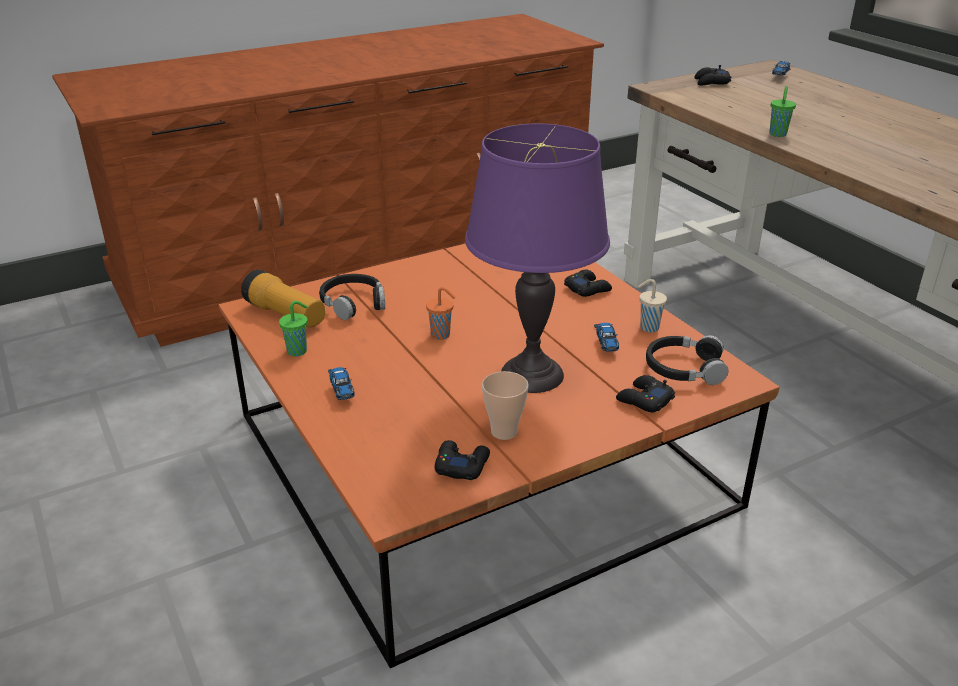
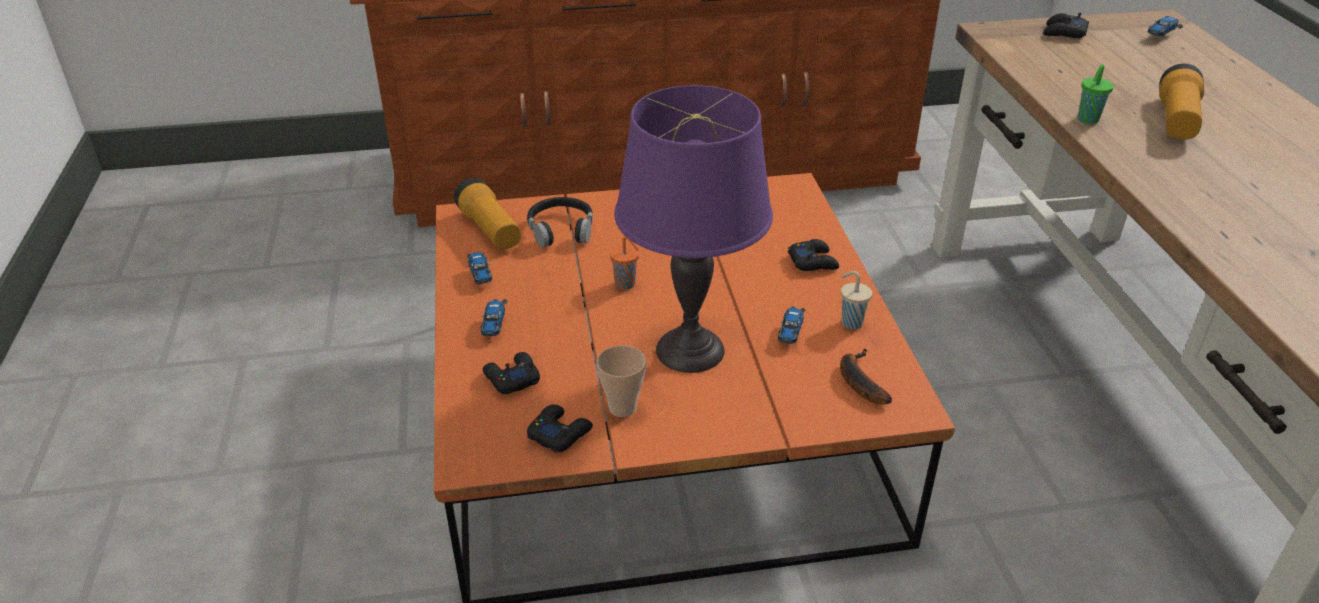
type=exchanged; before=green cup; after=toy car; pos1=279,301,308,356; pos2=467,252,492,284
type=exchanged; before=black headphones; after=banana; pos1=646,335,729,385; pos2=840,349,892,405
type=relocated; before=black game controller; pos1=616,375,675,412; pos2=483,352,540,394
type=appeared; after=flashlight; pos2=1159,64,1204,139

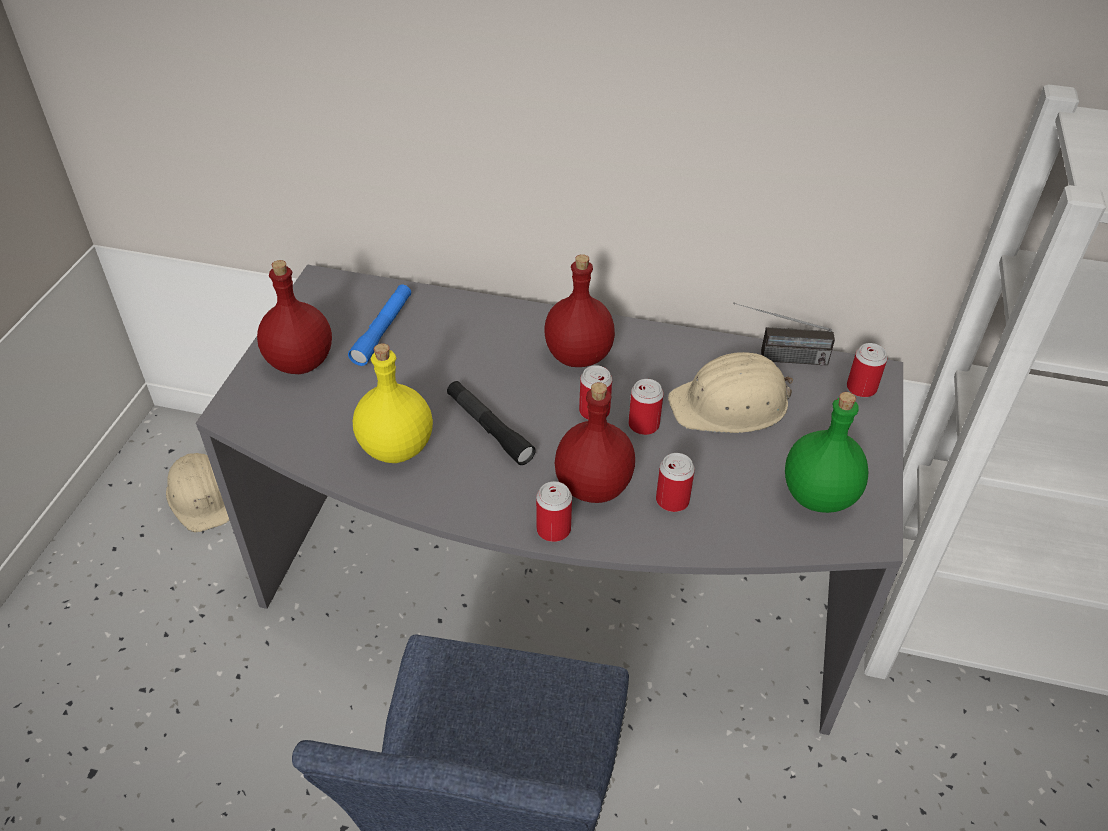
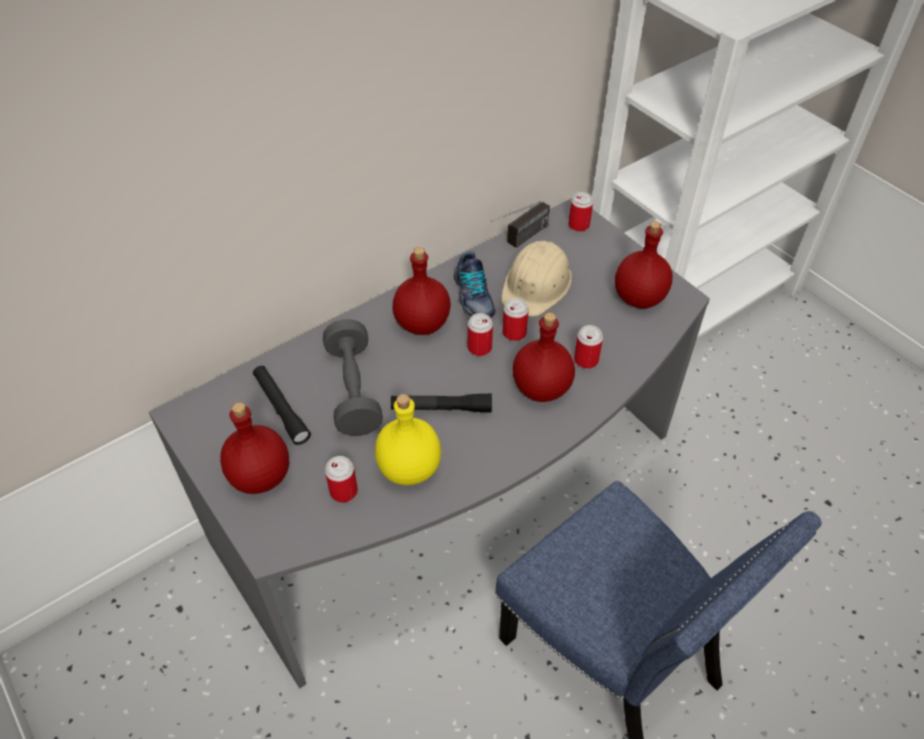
type=colour; before=blue flashlight; after=black flashlight; pos1=348,284,411,366; pos2=253,366,311,445
type=colour; before=green bottle; after=red bottle; pos1=785,392,868,513; pos2=615,221,673,309
type=missing; before=beige hard hat; pos1=166,453,230,532
type=relocated; before=can; pos1=536,481,572,542; pos2=325,456,358,502
type=appeared; after=shoe; pos2=454,251,496,318
type=appeared; after=grey dumbbell; pos2=323,319,383,436

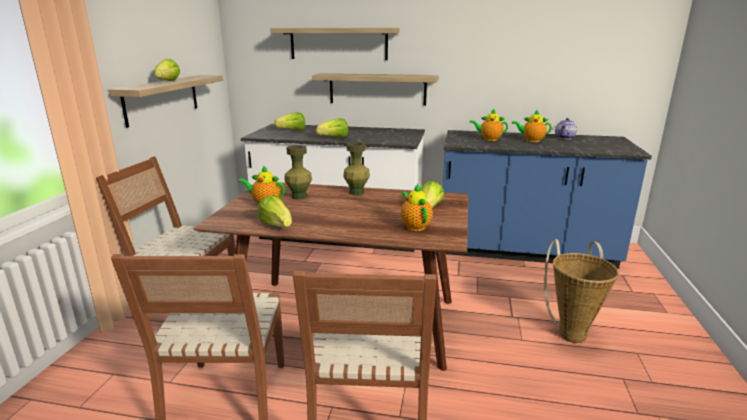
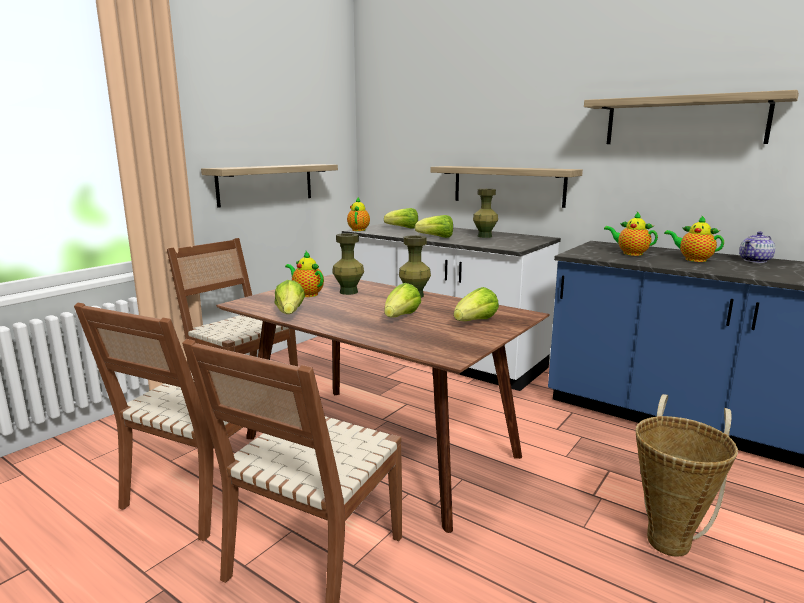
type=relocated; before=shelf; pos1=270,28,399,60; pos2=584,90,799,144
type=relocated; before=lettuce; pos1=155,59,180,81; pos2=384,283,421,317
type=relocated; before=teapot; pos1=400,184,433,231; pos2=347,197,370,231
type=appeared; after=green vase; pos2=473,189,498,238

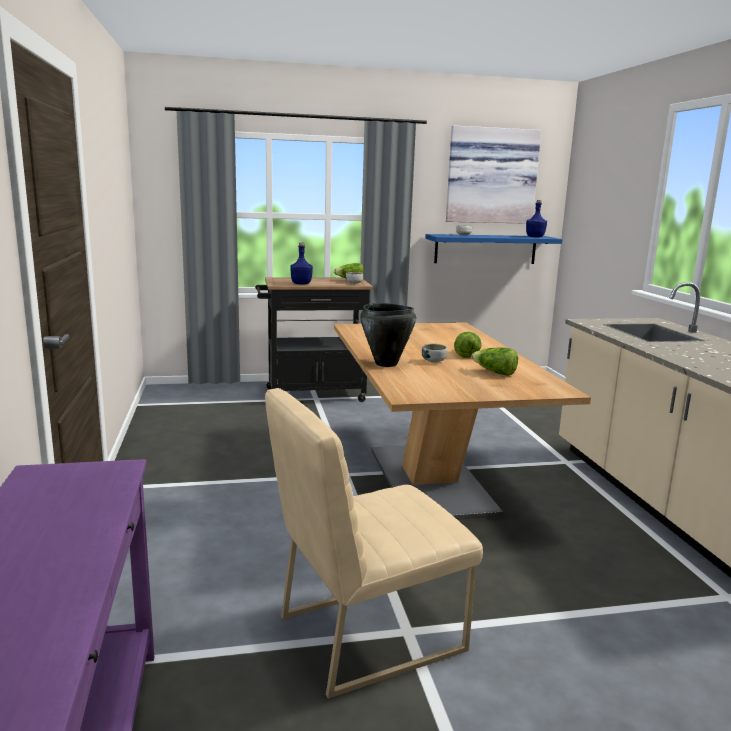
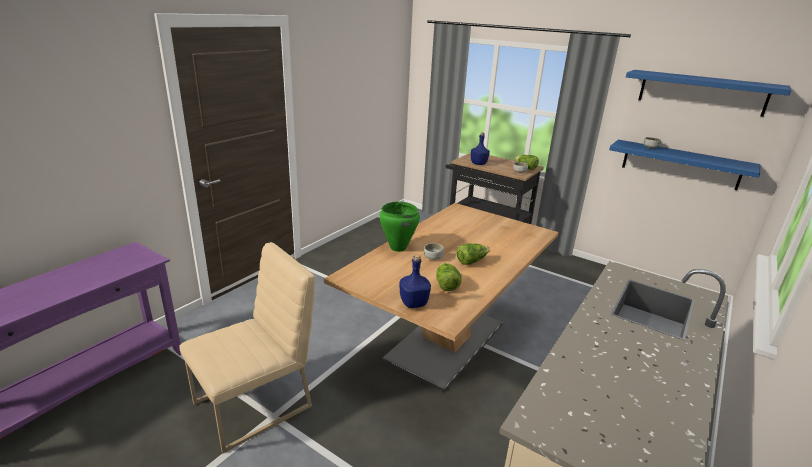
type=exchanged; before=picture; after=blue shelf; pos1=446,125,541,224; pos2=626,70,791,117
type=relocated; before=blue bottle; pos1=526,200,547,237; pos2=399,255,431,308
type=colour; before=black cooking pot; after=green cooking pot; pos1=360,303,416,367; pos2=379,201,420,252
type=spun; before=beige chair; pos1=265,388,483,699; pos2=179,242,315,453; turn=120

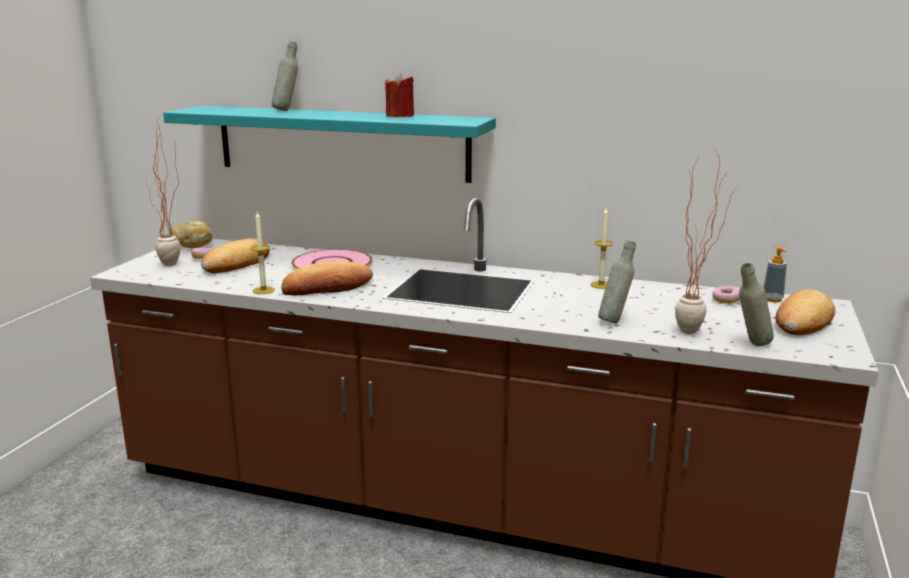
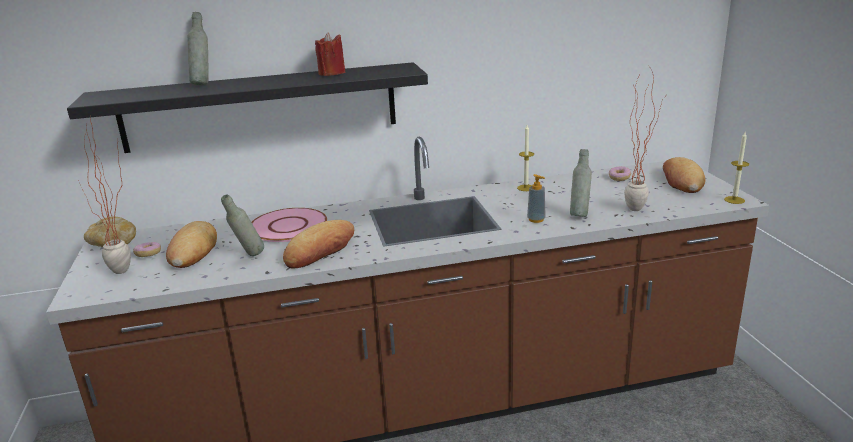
type=colour; before=turquoise shelf; after=black shelf; pos1=163,106,496,183; pos2=67,62,428,153
type=relocated; before=candle; pos1=251,212,275,294; pos2=724,132,749,204
type=relocated; before=soap dispenser; pos1=764,246,787,302; pos2=527,174,546,223
type=relocated; before=grey bottle; pos1=739,263,774,346; pos2=221,194,264,256

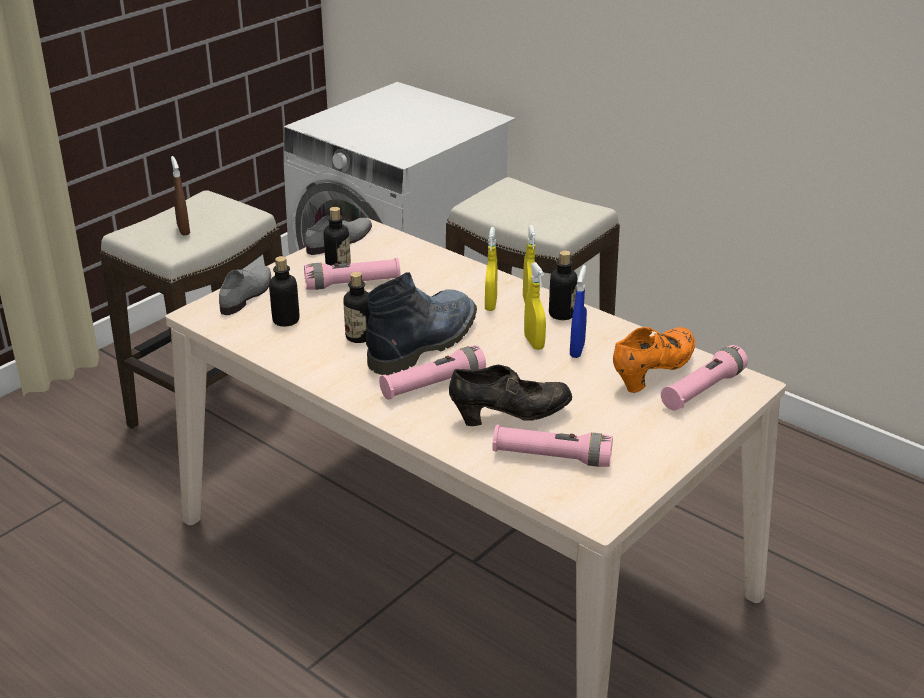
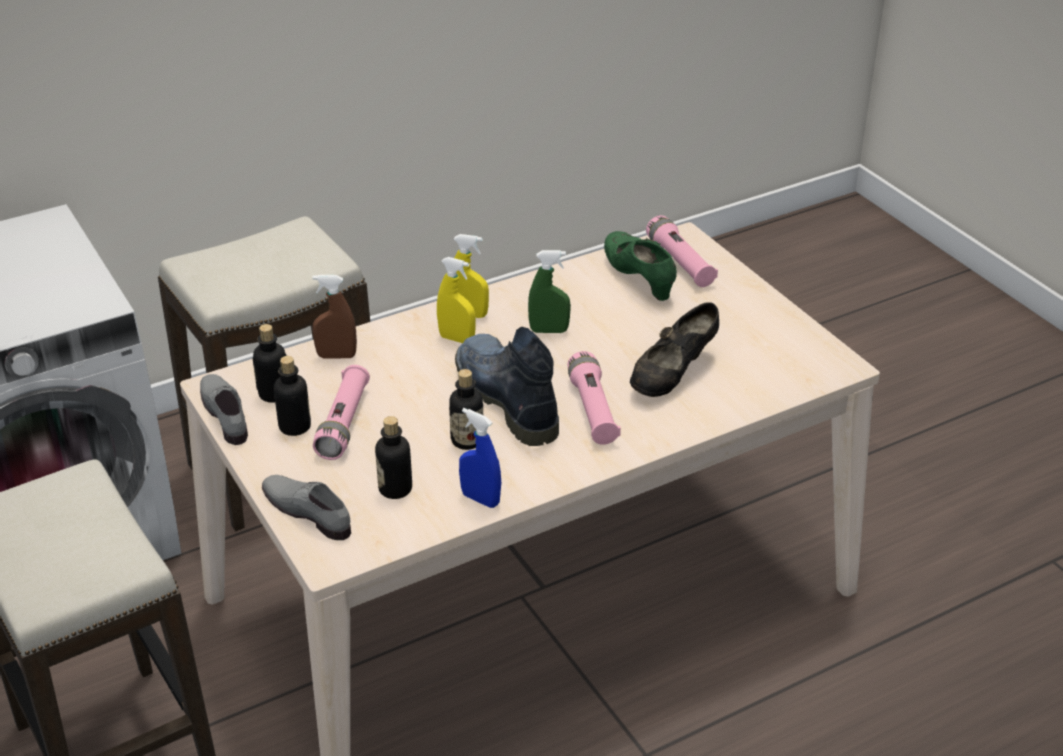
type=relocated; before=brown spray bottle; pos1=171,156,190,235; pos2=312,275,357,358
type=relocated; before=bottle; pos1=549,250,577,320; pos2=253,324,287,403
type=colour; before=yellow spray bottle; after=green spray bottle; pos1=524,262,546,350; pos2=528,250,571,333
type=relocated; before=blue spray bottle; pos1=570,265,587,358; pos2=459,408,501,508
type=colour; before=orange shoe; after=green shoe; pos1=613,327,695,393; pos2=604,231,677,301
type=spun; before=black shoe; pos1=449,365,572,426; pos2=630,302,719,397; turn=-150
type=missing; before=pink flashlight; pos1=492,424,613,467

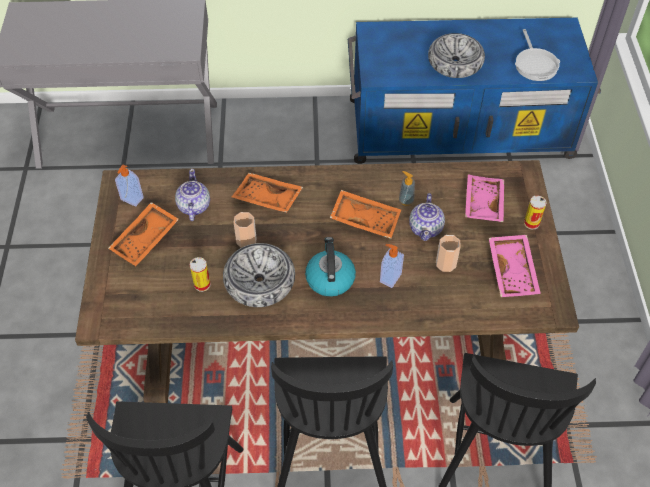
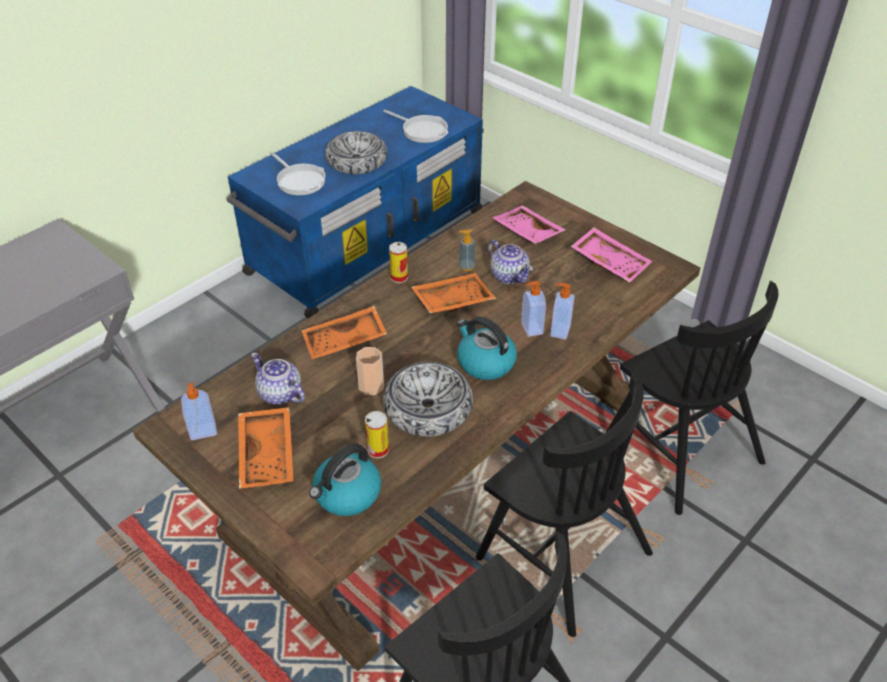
type=relocated; before=can; pos1=524,196,547,229; pos2=389,242,408,283
type=missing; before=cup; pos1=436,235,461,272
type=appeared; after=frying pan; pos2=270,152,325,195
type=appeared; after=soap dispenser; pos2=550,283,575,340
type=appeared; after=kettle; pos2=309,443,381,516

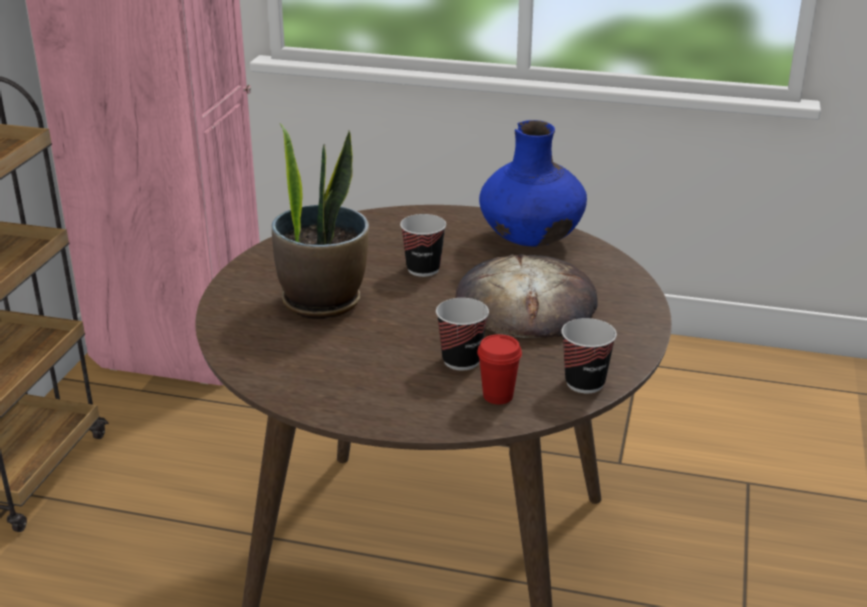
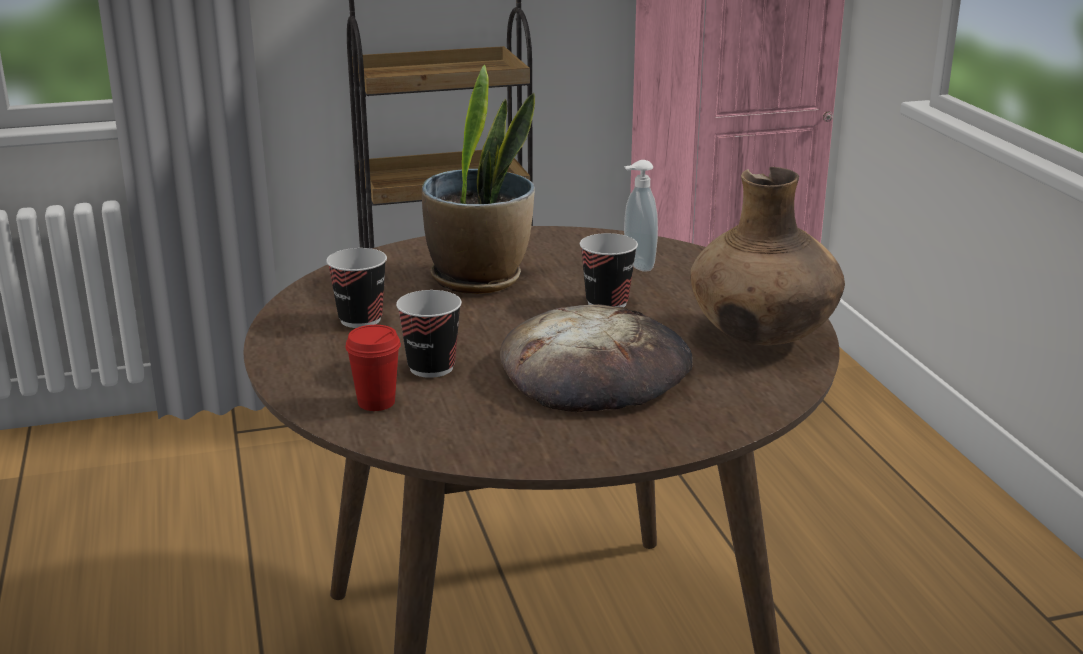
type=colour; before=blue vase; after=brown vase; pos1=479,120,587,246; pos2=690,167,845,345
type=relocated; before=cup; pos1=561,318,617,393; pos2=326,248,387,328
type=appeared; after=soap dispenser; pos2=624,160,658,272

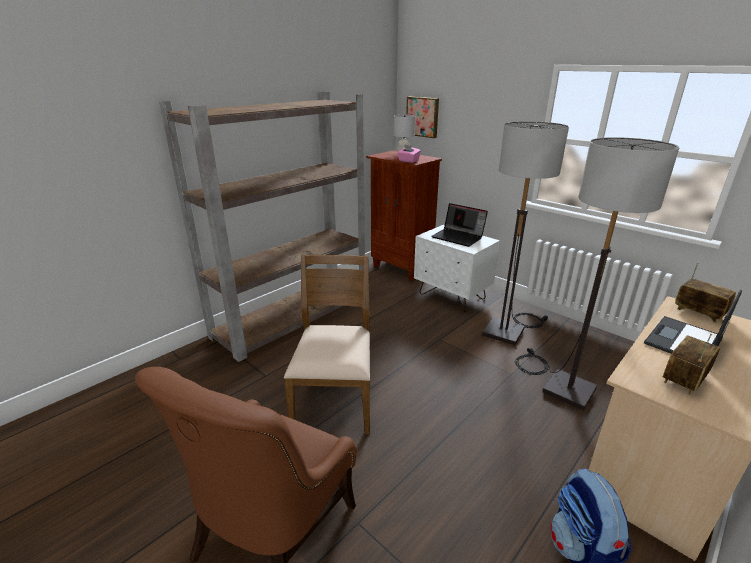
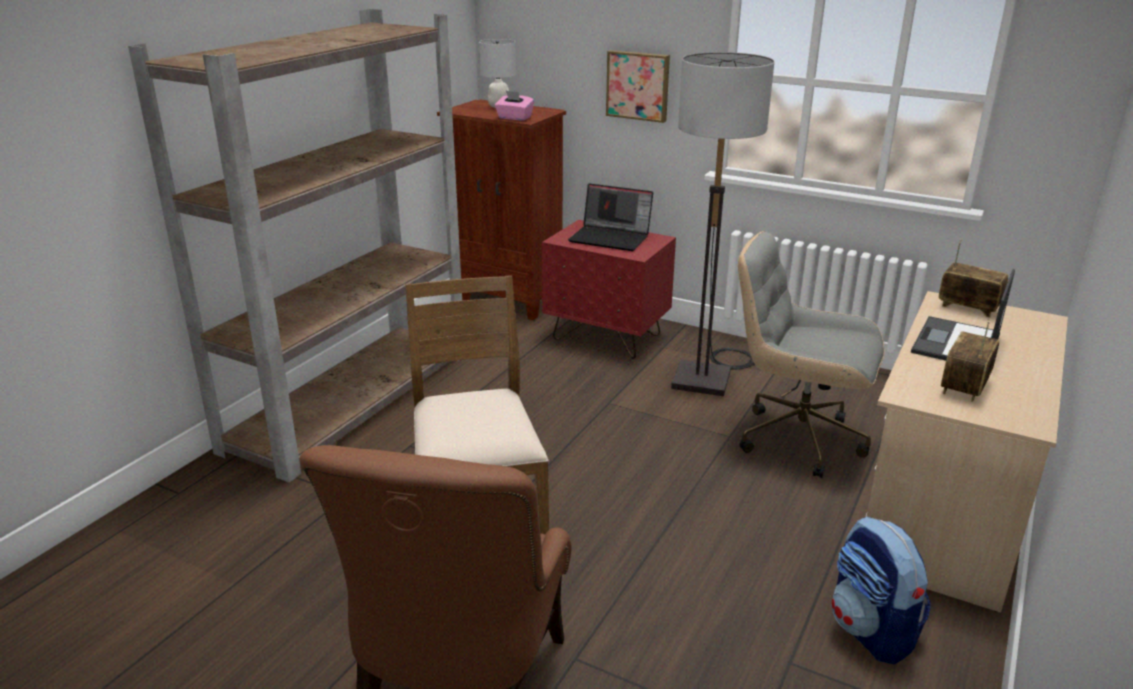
type=relocated; before=picture; pos1=406,97,439,138; pos2=606,50,670,123
type=exchanged; before=floor lamp; after=grey office chair; pos1=515,137,679,411; pos2=738,231,885,478
type=colour; before=white nightstand; after=red nightstand; pos1=414,225,500,312; pos2=542,220,676,359

